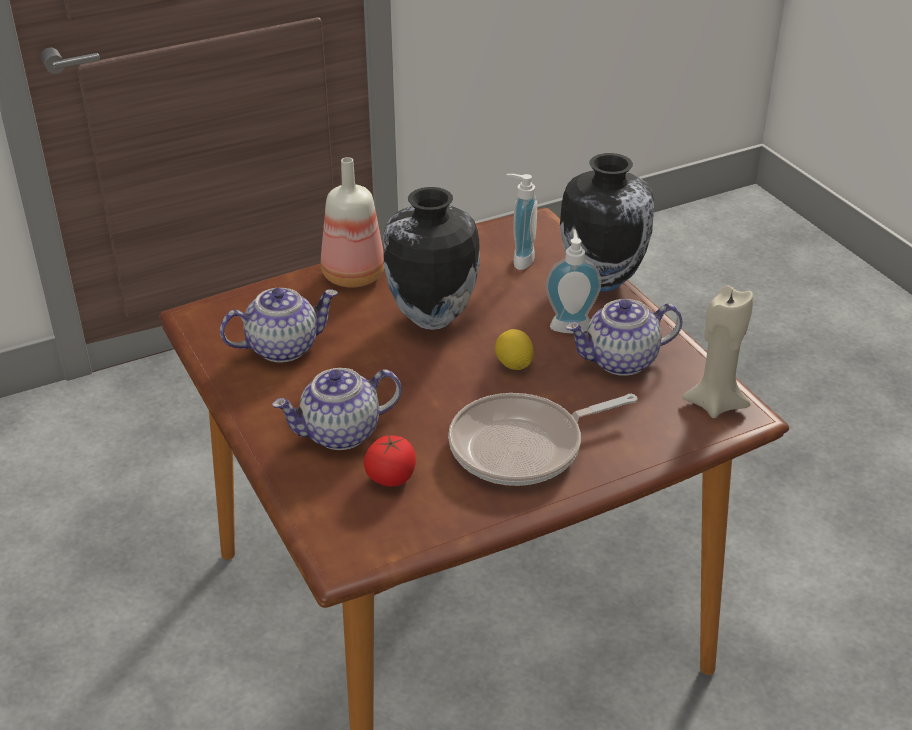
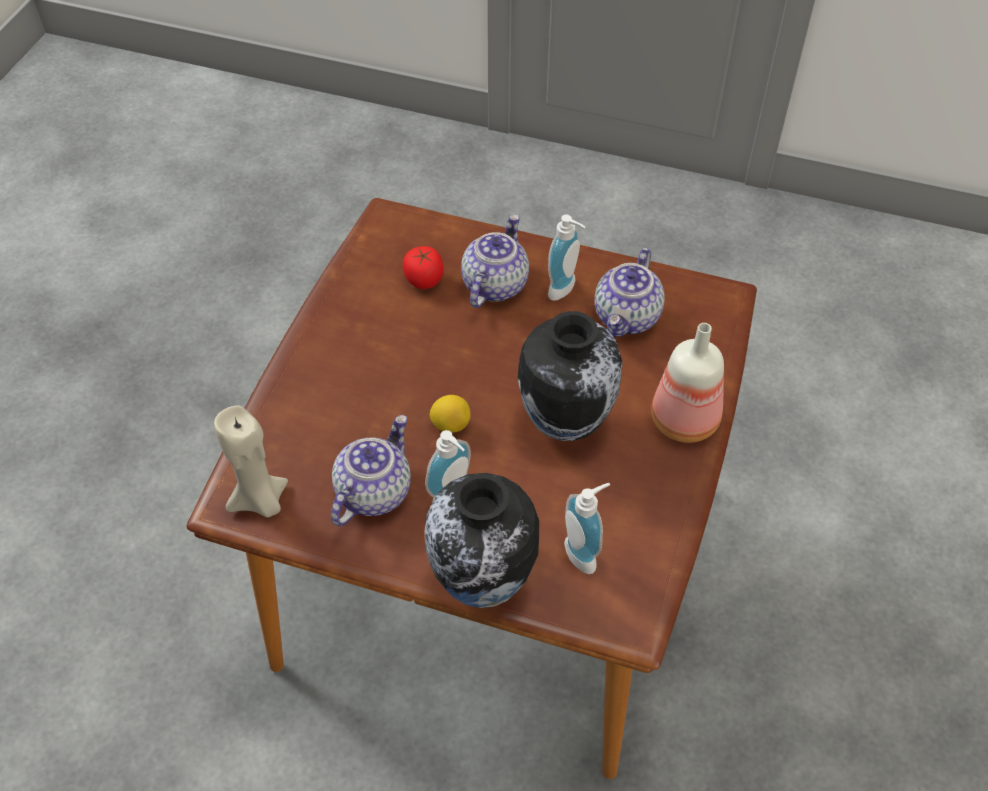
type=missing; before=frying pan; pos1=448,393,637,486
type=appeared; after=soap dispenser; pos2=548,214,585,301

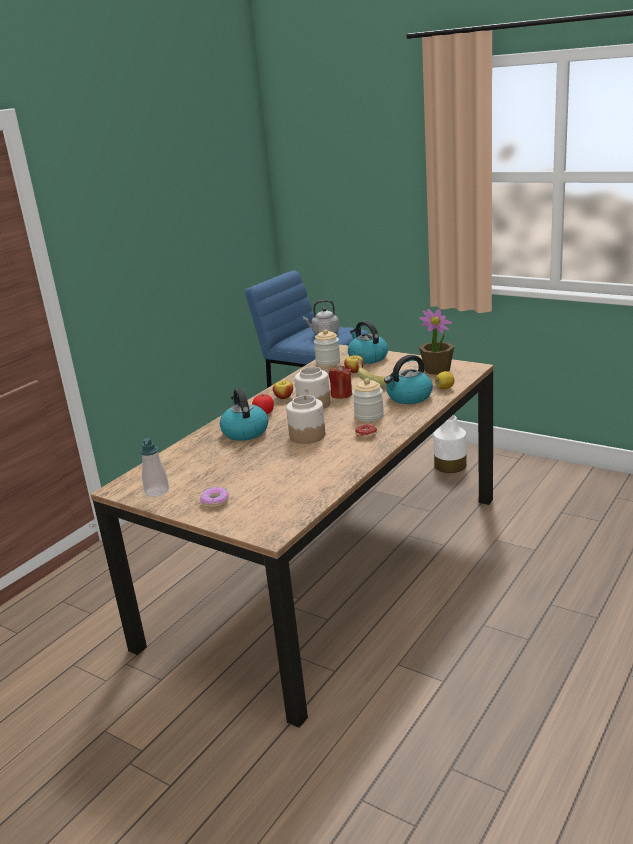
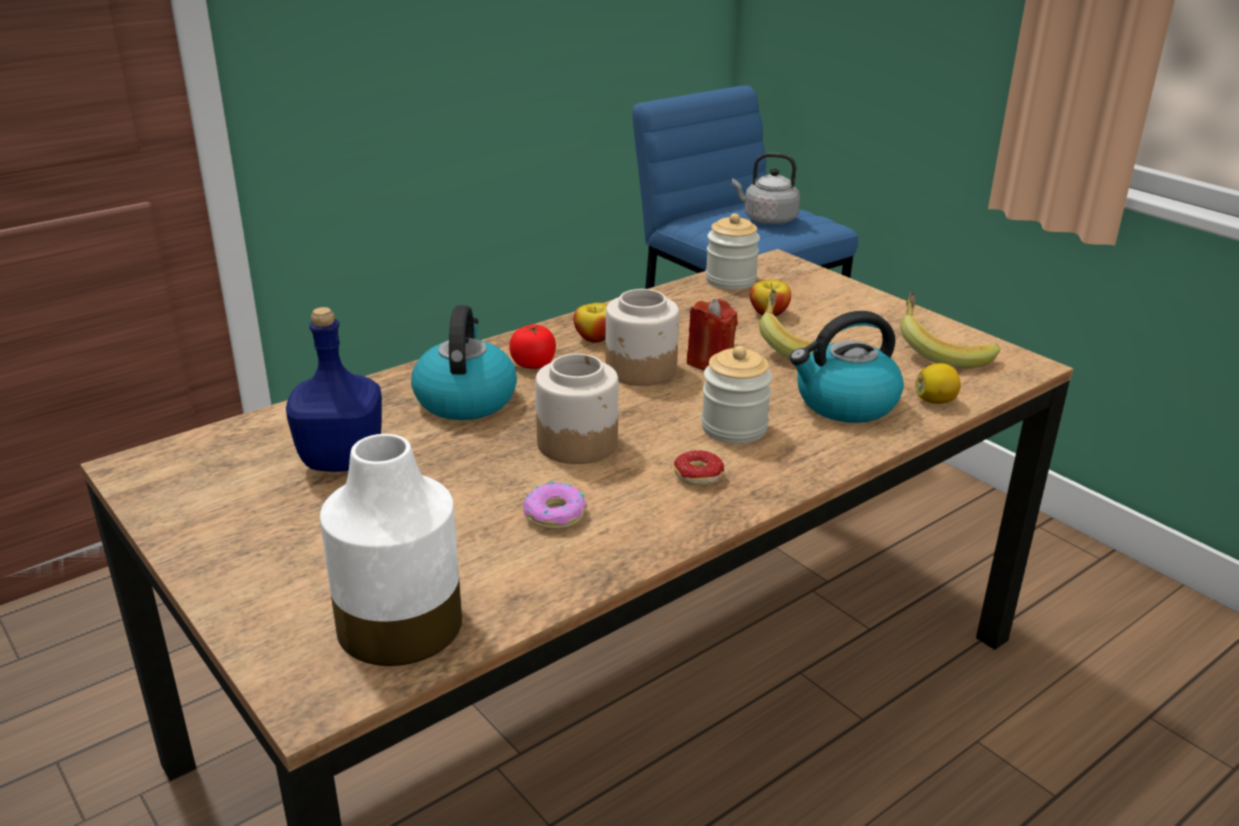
type=exchanged; before=potted plant; after=banana; pos1=419,308,454,375; pos2=900,292,1000,368
type=missing; before=kettle; pos1=348,321,388,364
type=relocated; before=white vase; pos1=433,415,467,473; pos2=320,434,462,666
type=missing; before=soap dispenser; pos1=139,438,169,497
type=relocated; before=donut; pos1=200,487,229,507; pos2=523,481,587,529
type=appeared; after=blue bottle; pos2=286,307,382,472

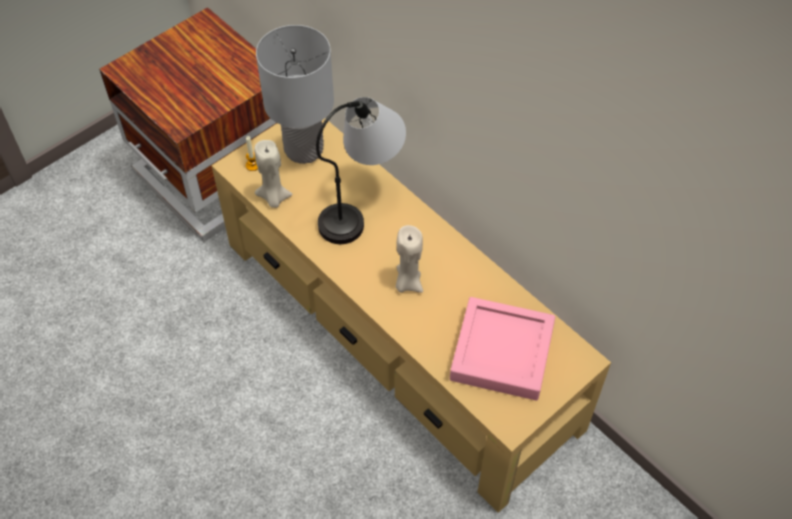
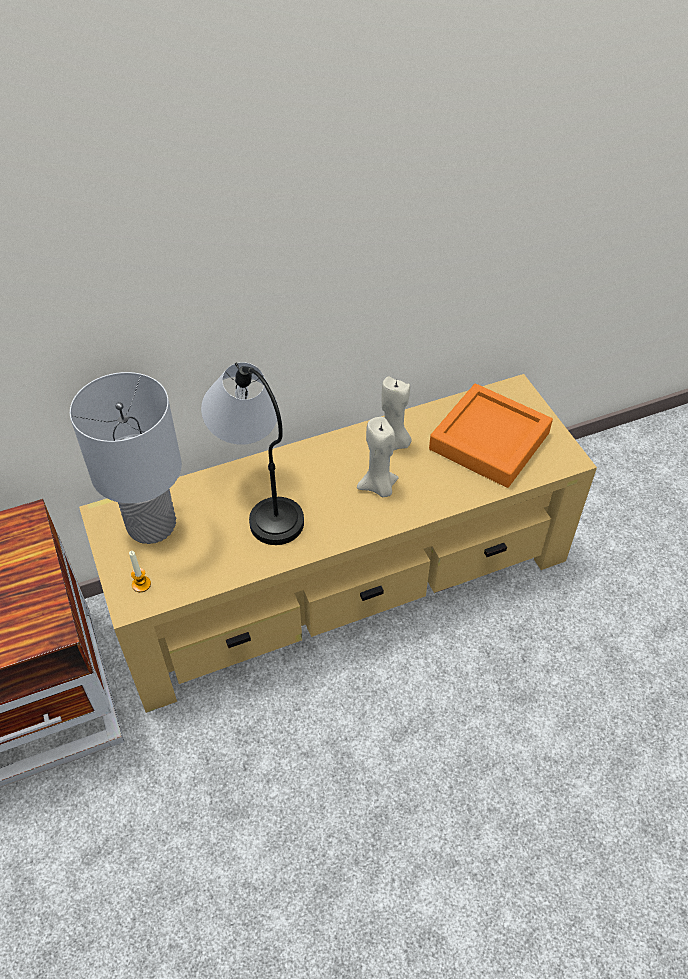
type=relocated; before=beige candle; pos1=254,140,293,208; pos2=381,376,412,451
type=colour; before=pink tray; after=orange tray; pos1=450,297,555,400; pos2=429,384,553,488

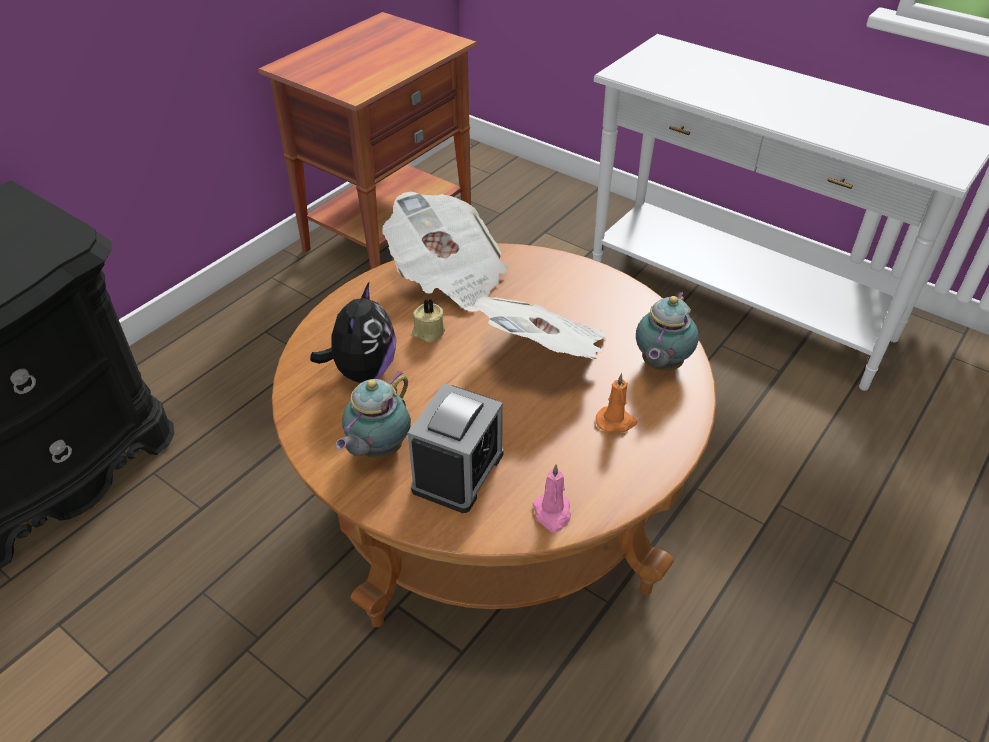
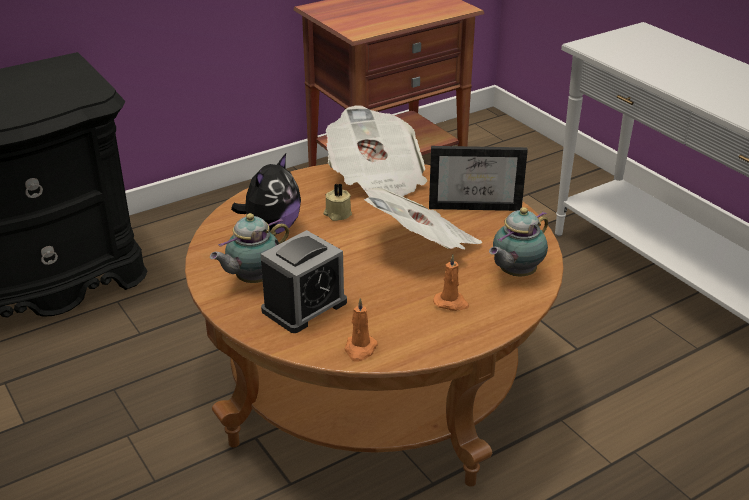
type=colour; before=pink candle; after=orange candle; pos1=533,464,571,533; pos2=345,298,378,362
type=appeared; after=picture frame; pos2=429,146,528,211

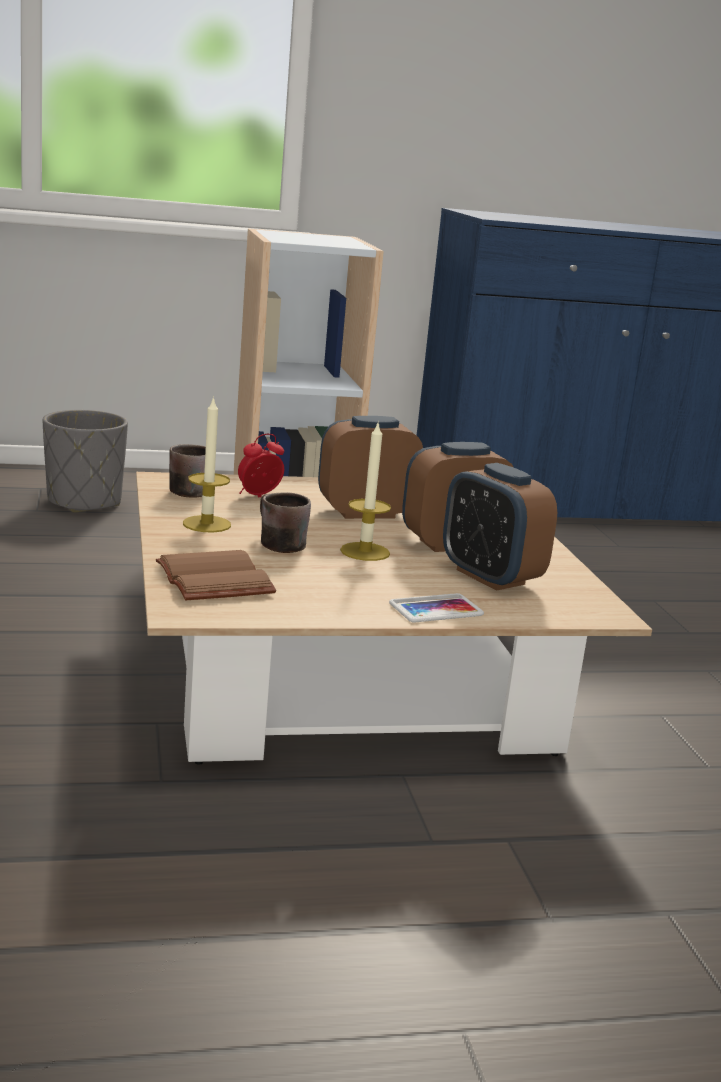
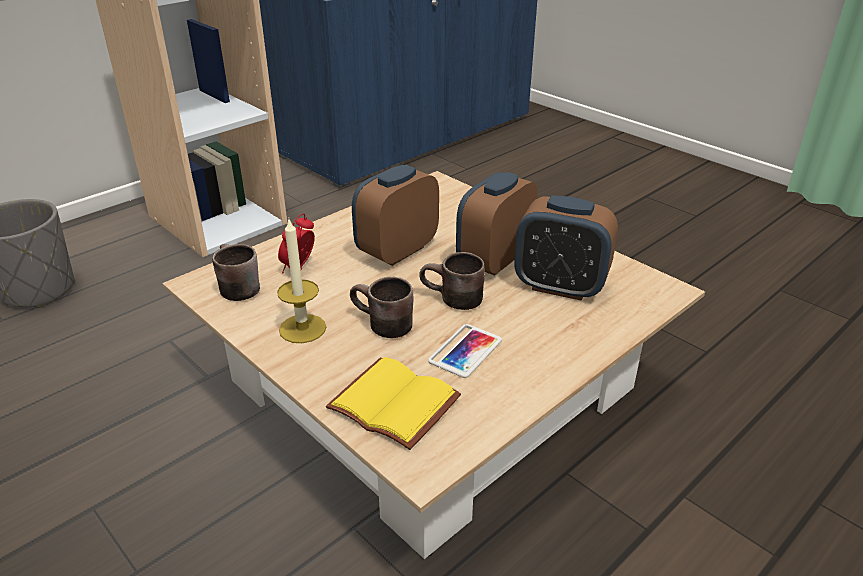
type=exchanged; before=candle; after=brown mug; pos1=340,421,391,561; pos2=419,252,485,310
type=colour; before=brown book; after=yellow book; pos1=156,550,277,600; pos2=326,357,461,450
type=relocated; before=phone; pos1=389,593,484,623; pos2=428,324,502,378

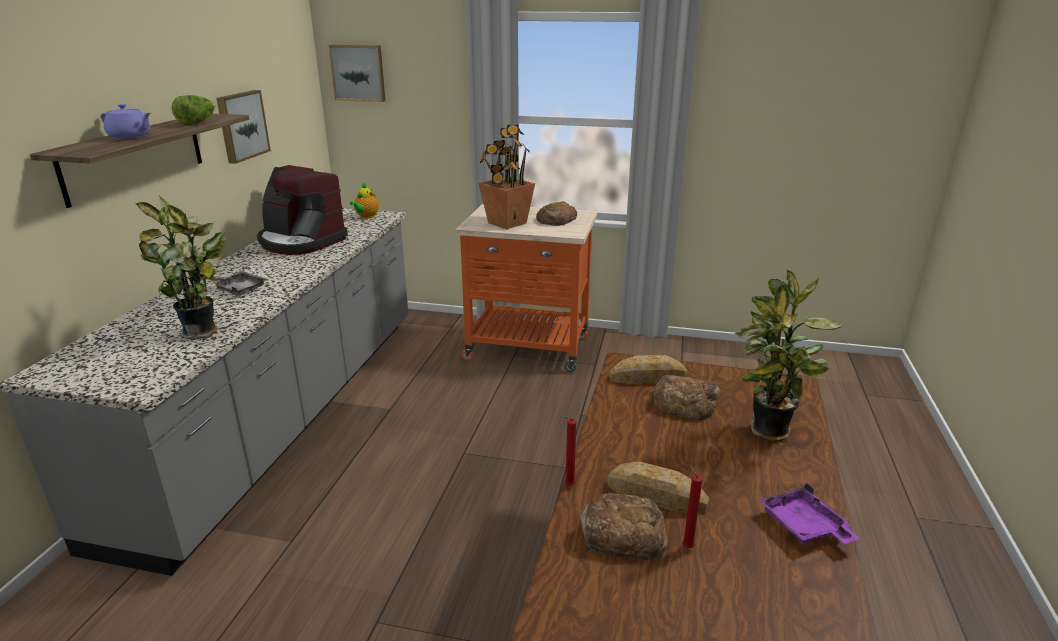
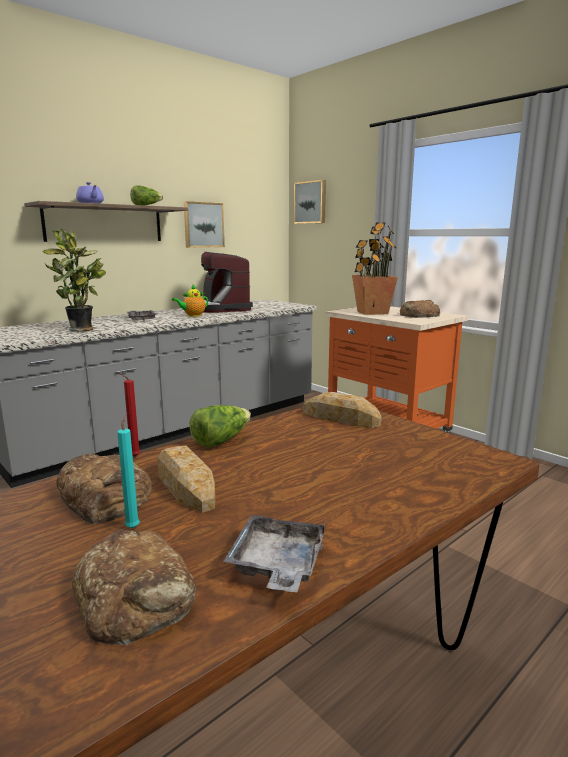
type=relocated; before=teapot; pos1=350,183,379,219; pos2=172,285,208,317
type=missing; before=potted plant; pos1=735,268,842,442
type=relocated; before=bread; pos1=654,375,721,420; pos2=72,529,197,645
type=colour; before=red candle; after=turquoise candle; pos1=682,465,702,548; pos2=117,415,140,528
type=colour; before=purple tray; after=grey tray; pos1=759,483,860,544; pos2=223,515,325,592
type=appeared; after=lettuce; pos2=189,405,251,448

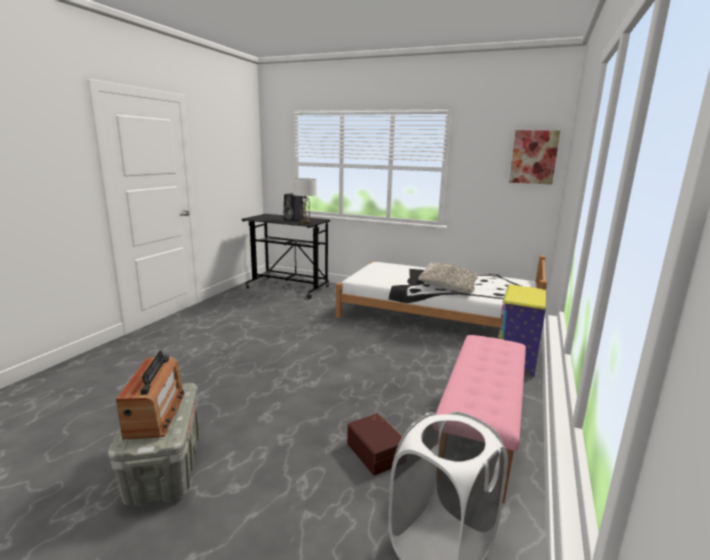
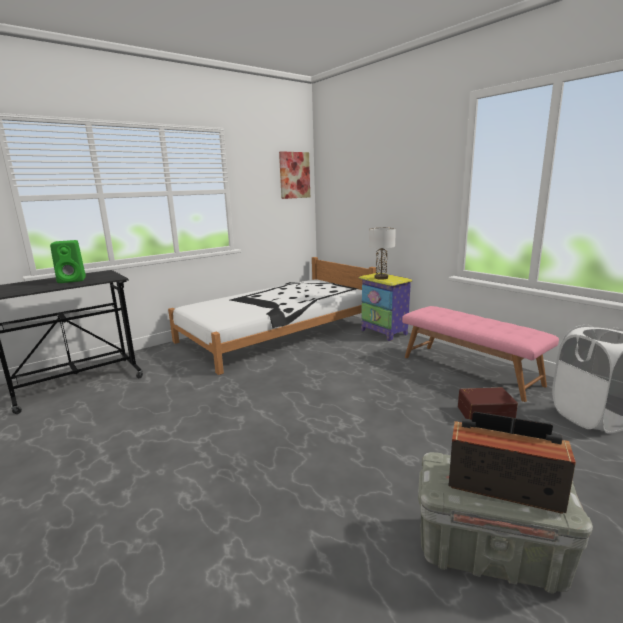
type=relocated; before=table lamp; pos1=293,178,316,224; pos2=369,228,396,280
type=colour; before=black speaker; after=green speaker; pos1=283,193,304,221; pos2=50,240,86,283
type=missing; before=beige pillow; pos1=418,262,478,293

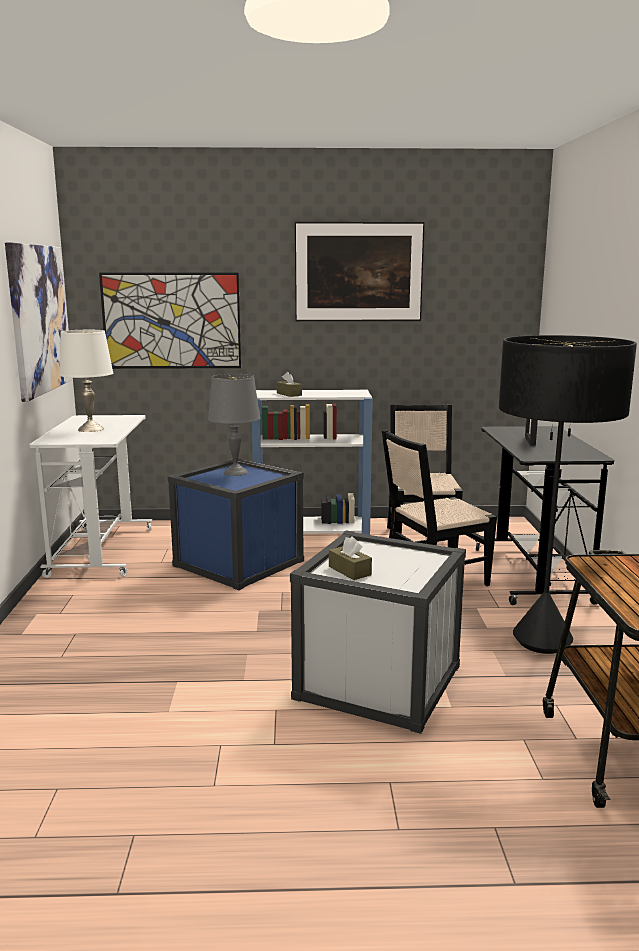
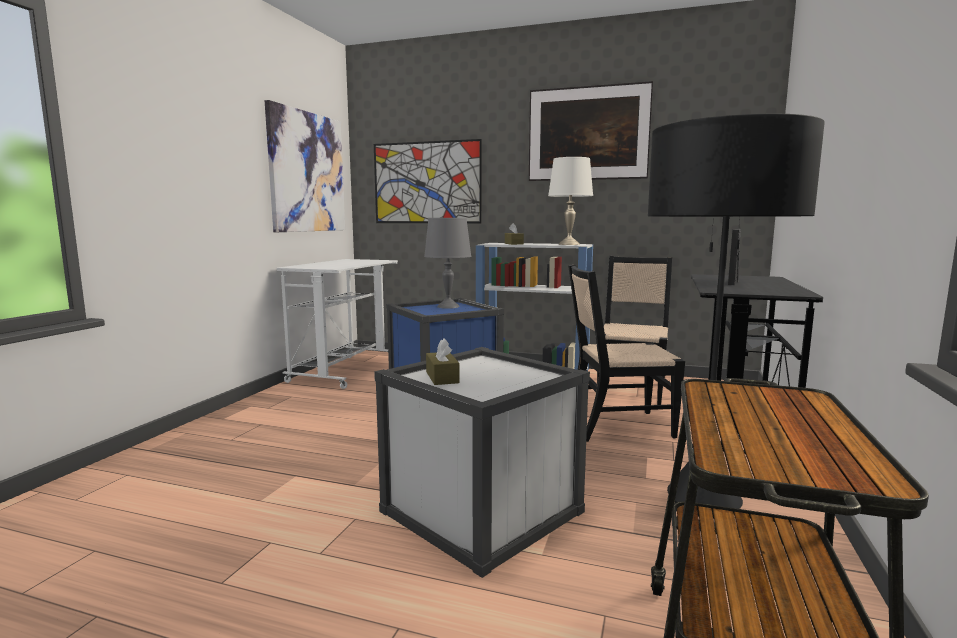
type=relocated; before=white table lamp; pos1=59,330,113,432; pos2=548,157,593,245

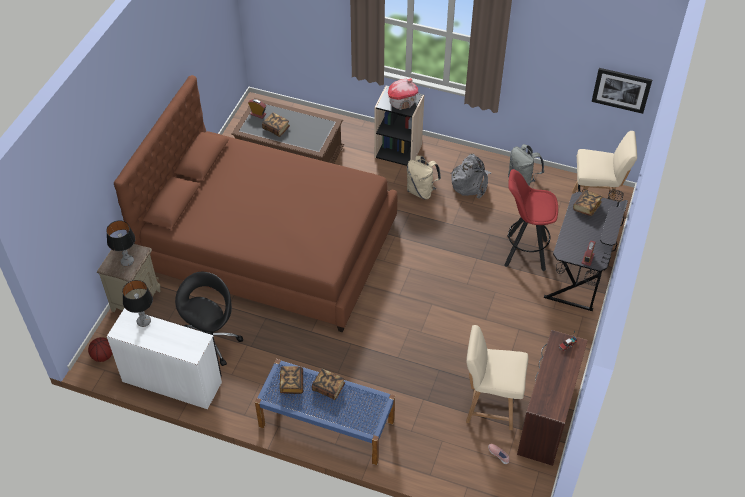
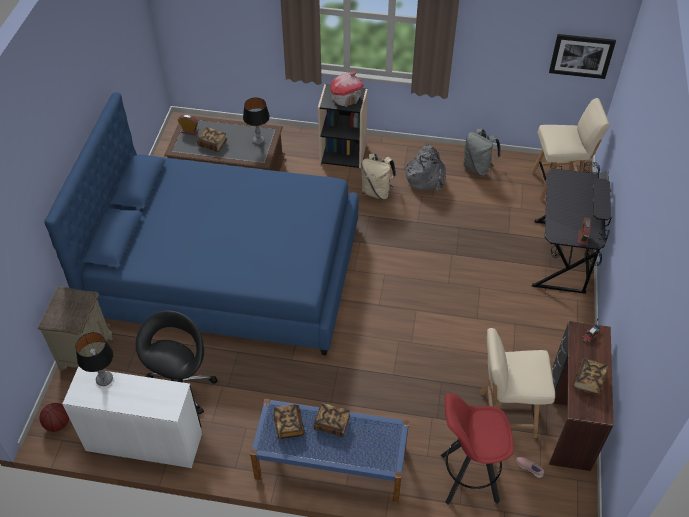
type=colour; before=brown bed; after=blue bed; pos1=114,75,397,333; pos2=44,92,359,356
type=relocated; before=red stool; pos1=504,169,558,271; pos2=441,393,514,505
type=relocated; before=book; pos1=573,190,602,216; pos2=573,358,608,395
type=relocated; before=table lamp; pos1=106,220,136,266; pos2=243,97,270,145

